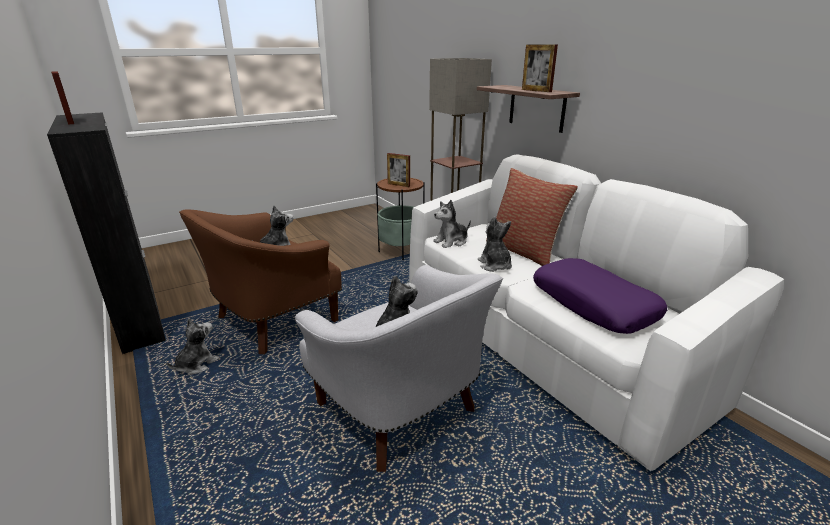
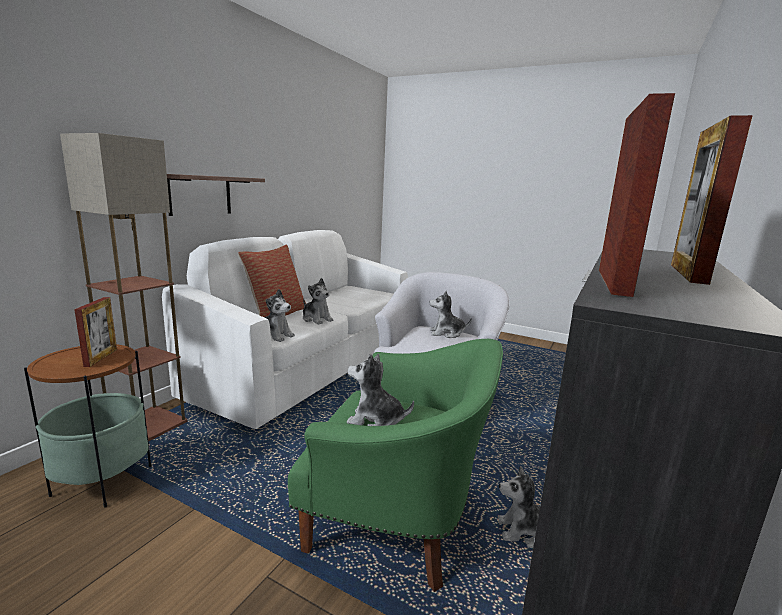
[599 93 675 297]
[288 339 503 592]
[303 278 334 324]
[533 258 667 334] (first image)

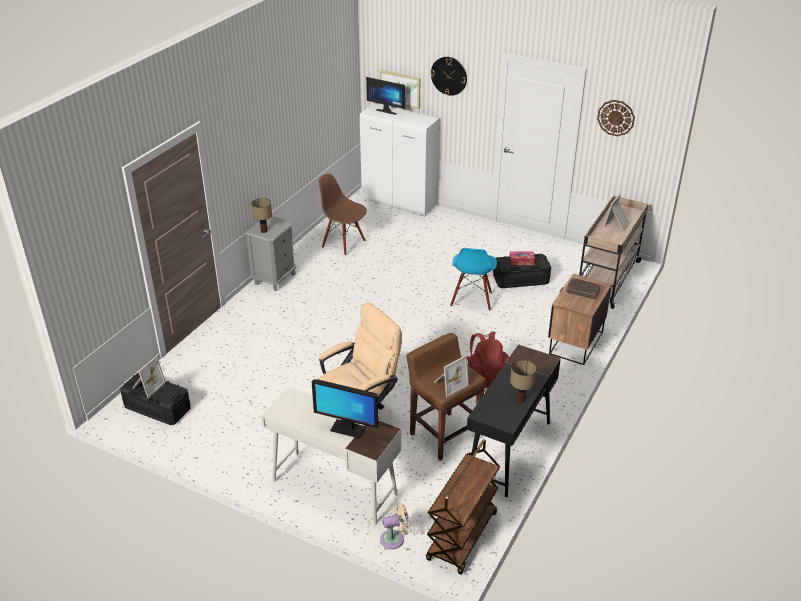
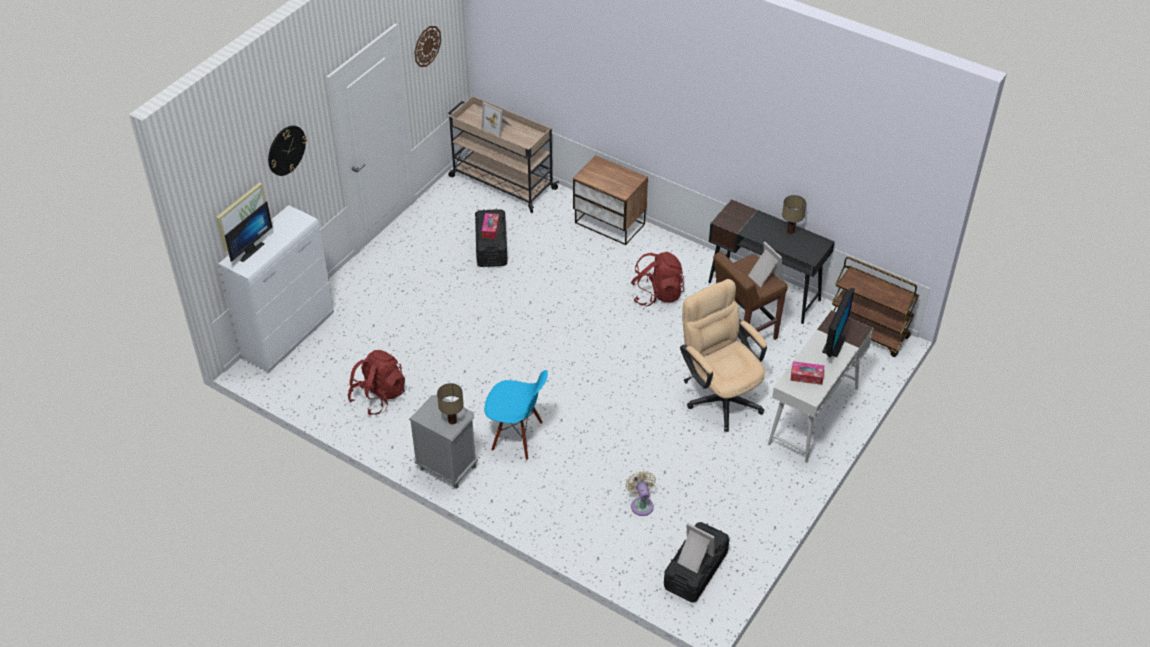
[348 350 405 415]
[484 370 548 460]
[566 278 601 299] (first image)
[626 471 656 516]
[791 361 824 385]

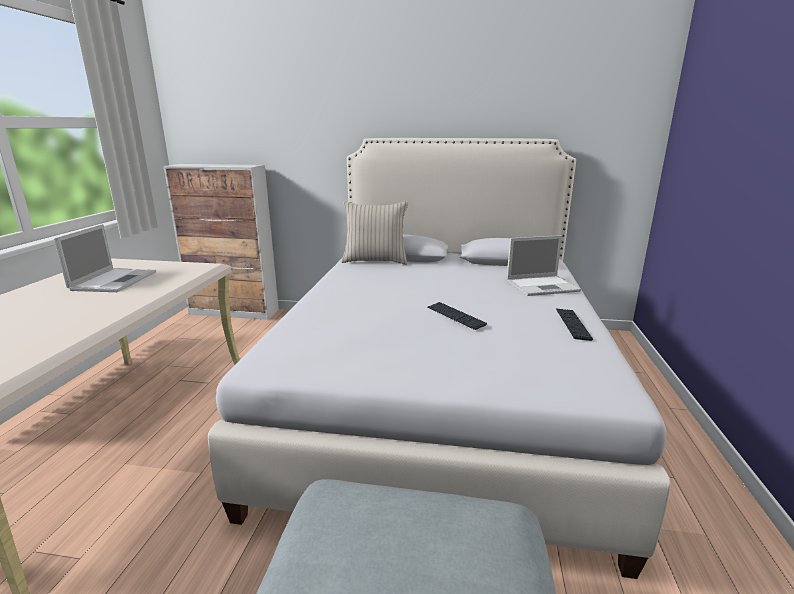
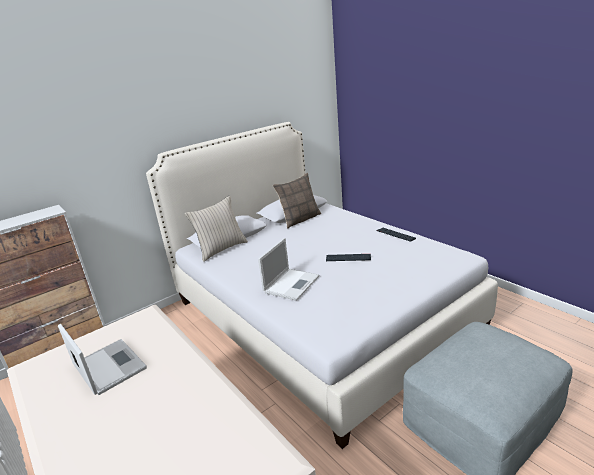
[258 238 319 301]
[273 173 321 228]

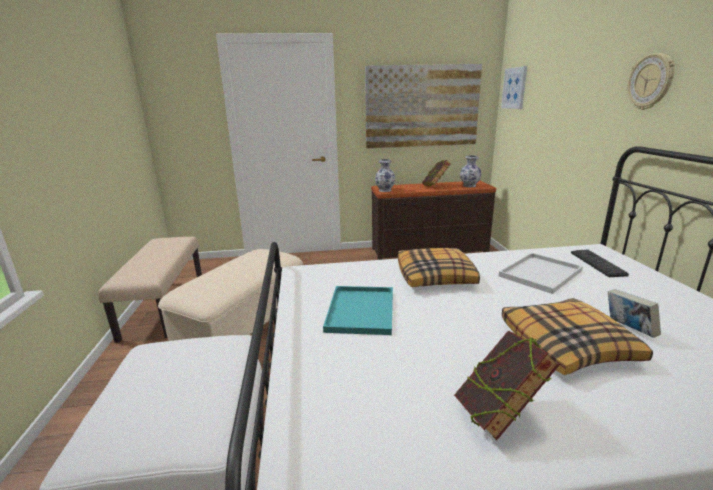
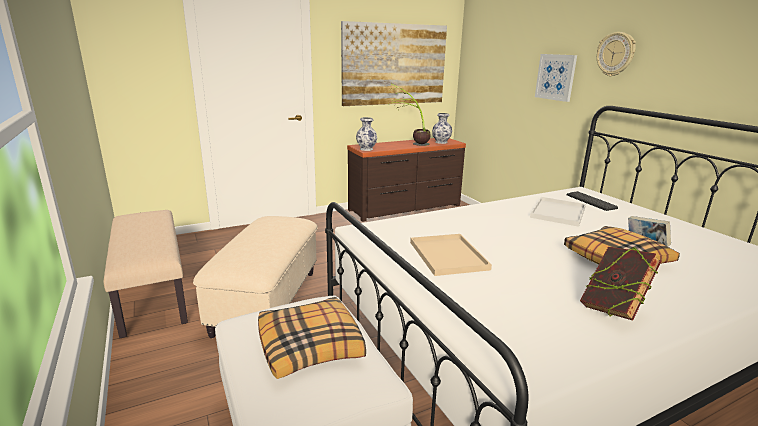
[535 54 577 102]
[392 84 431 146]
[258 297 366 379]
[410 234 492 276]

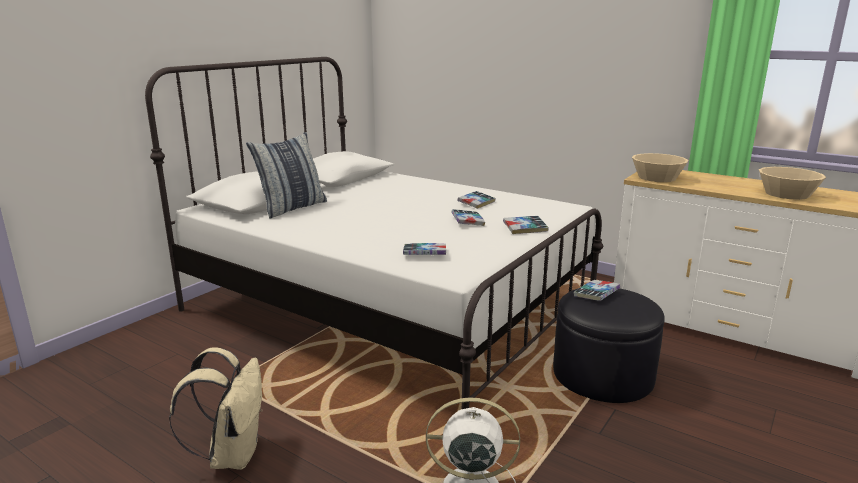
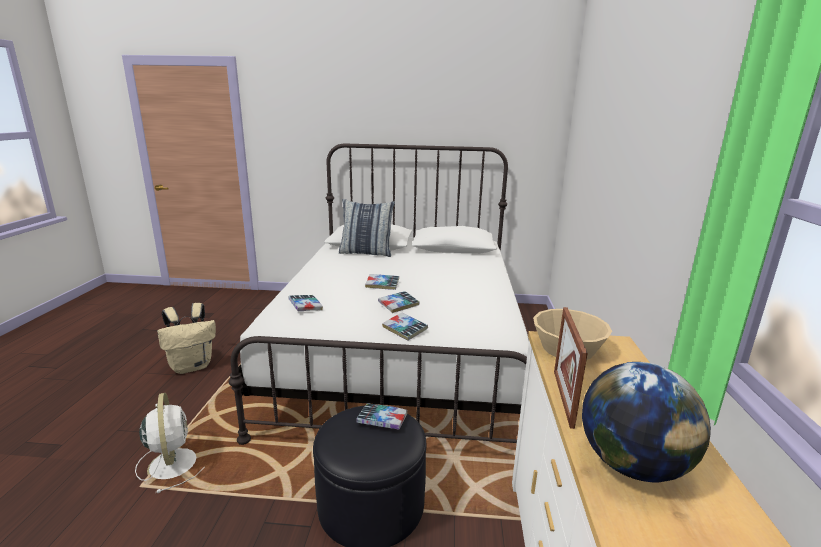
[582 362 711 482]
[365 274 399 290]
[554 307 588 429]

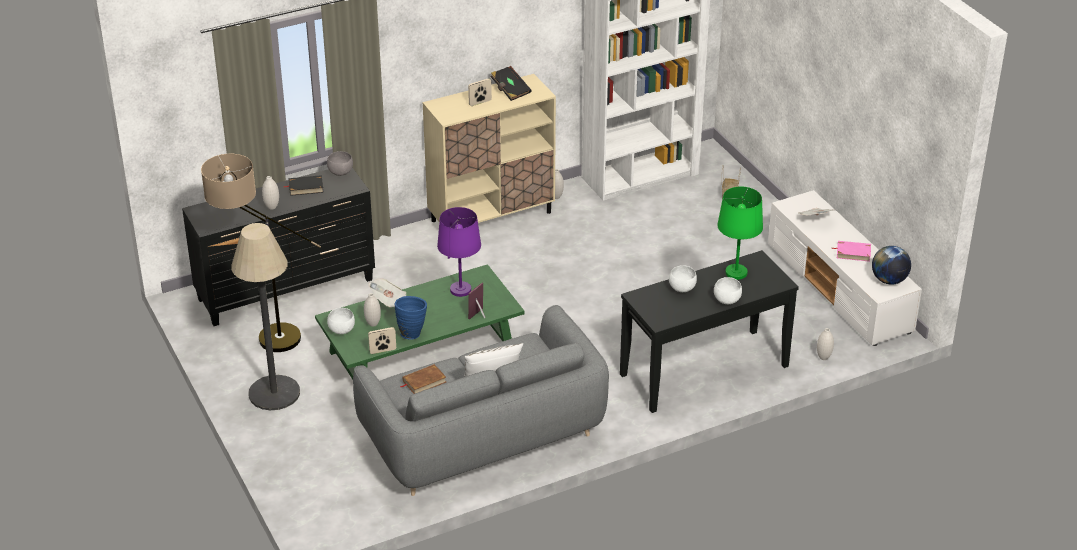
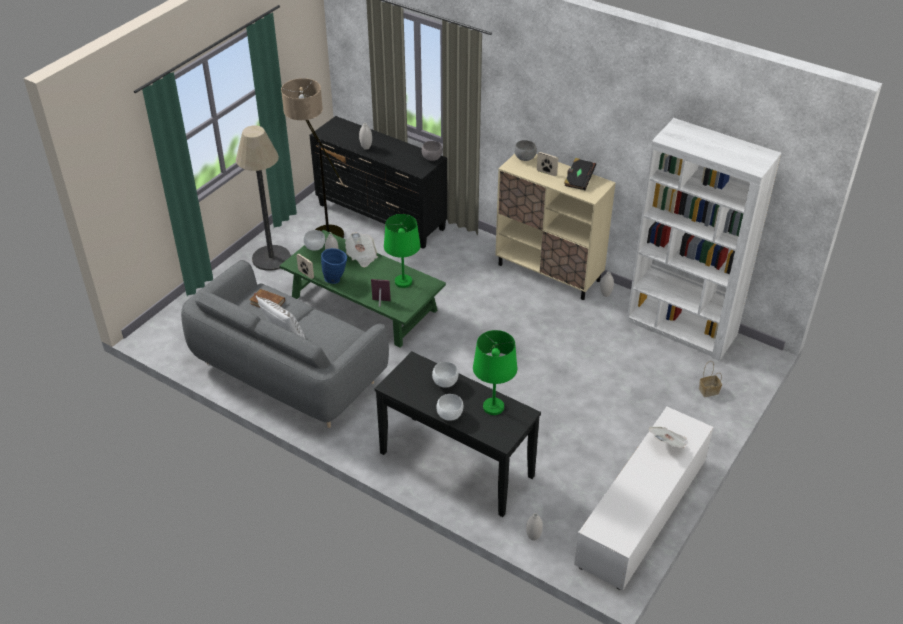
[283 175 324 196] (first image)
[384 214 421 288]
[831 241 871 262] (first image)
[872 246 911 285] (first image)
[515 140 537 161]

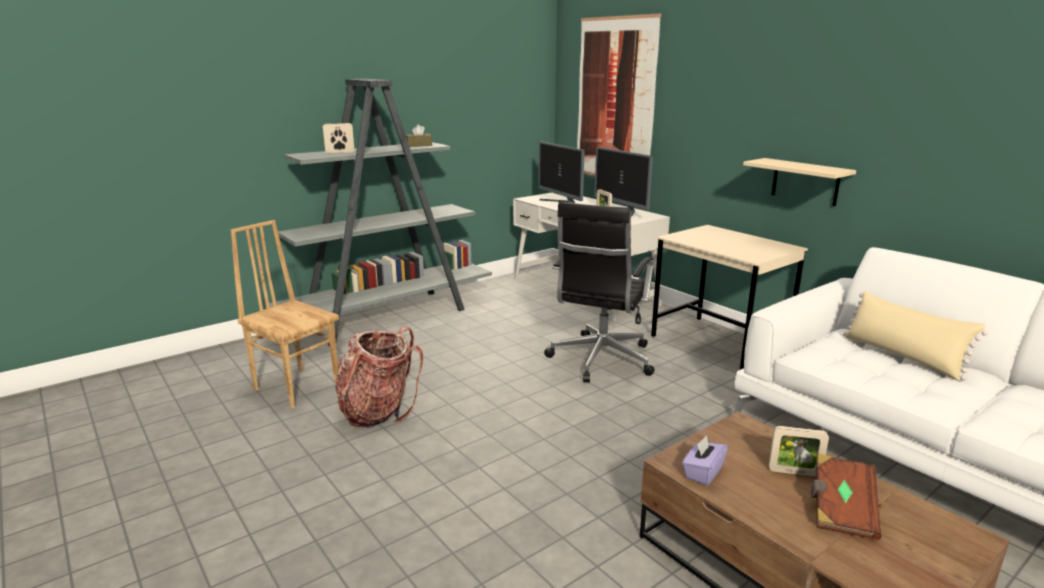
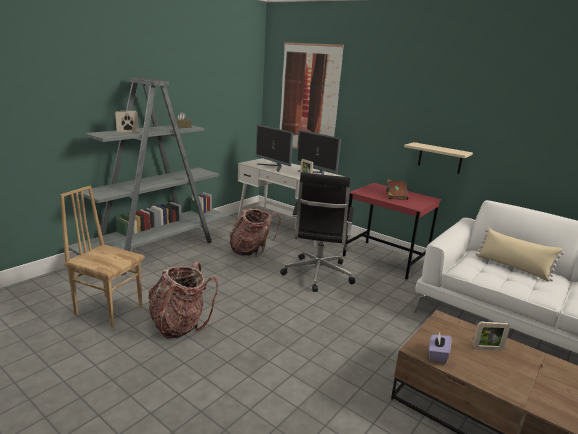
[343 183 441 280]
[386 180 409 200]
[230 208 281 258]

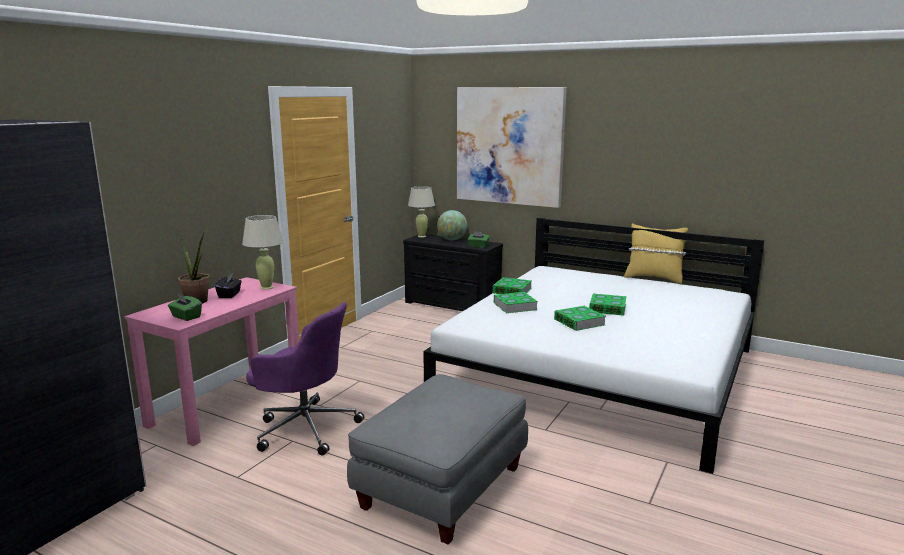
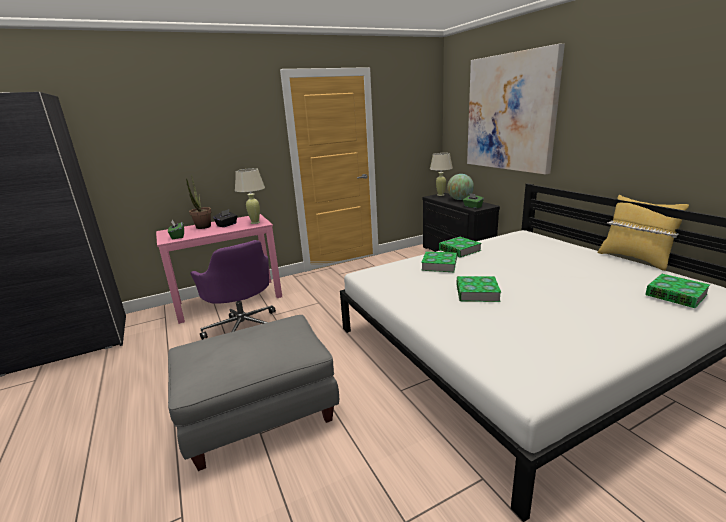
[645 274 710 308]

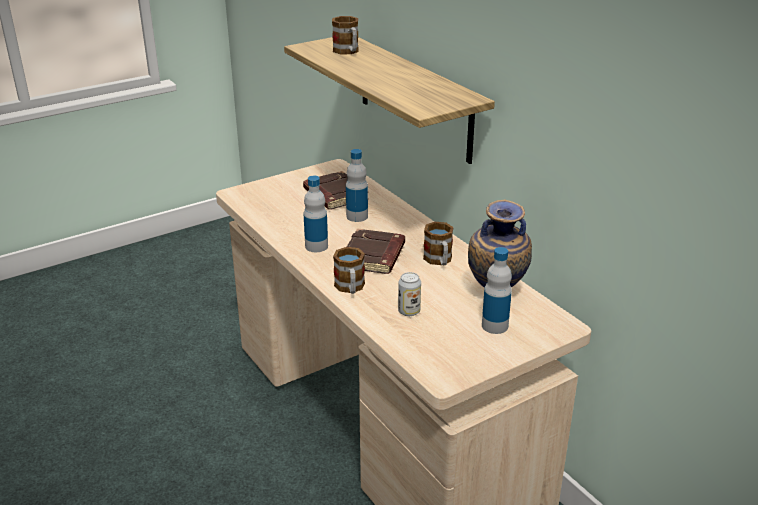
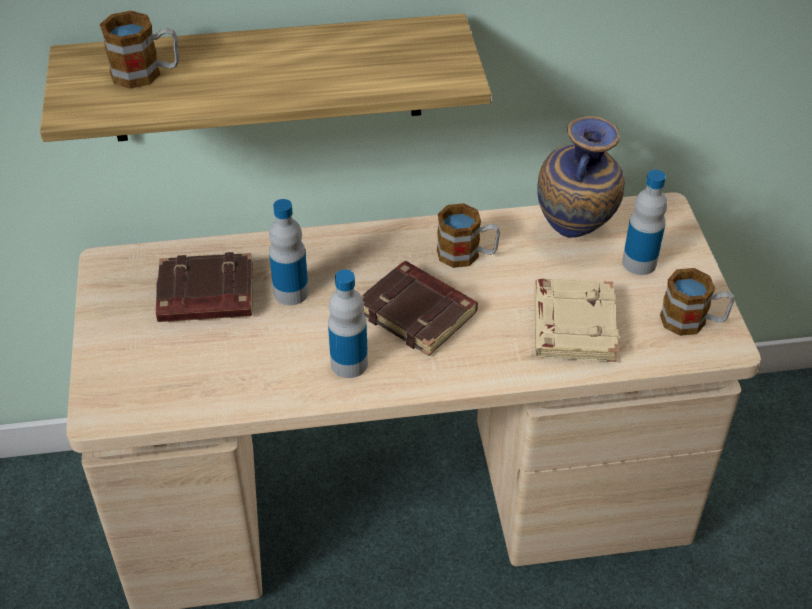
[660 268 734 336]
[535 279 619 362]

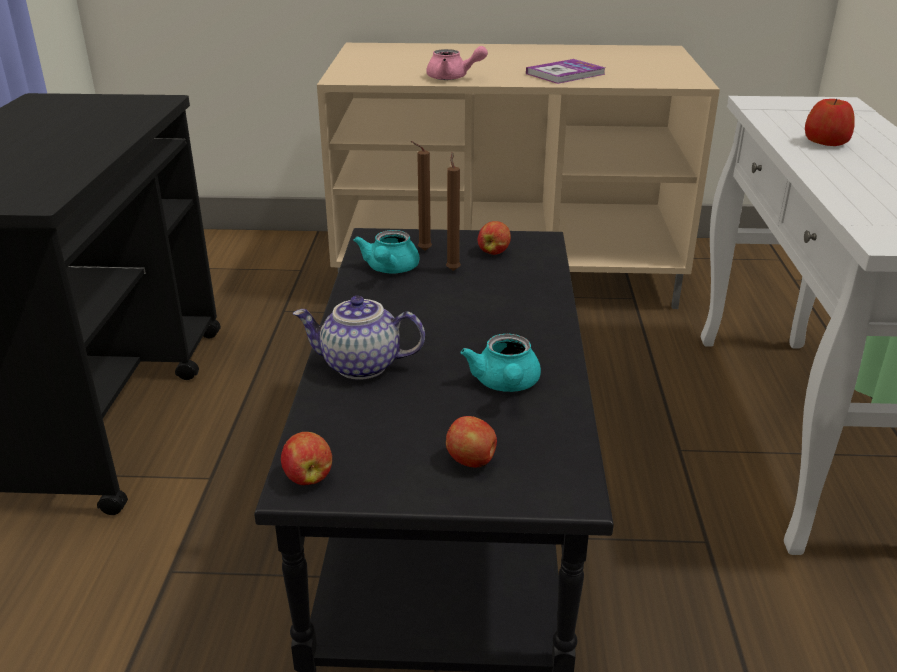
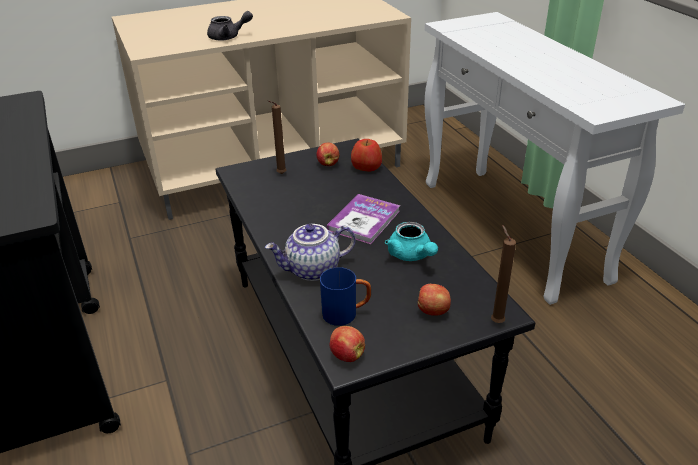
[207 11 253 41]
[327 194 400 244]
[351 139 382 171]
[491 225 516 323]
[354 230 420 273] (first image)
[320 267 371 326]

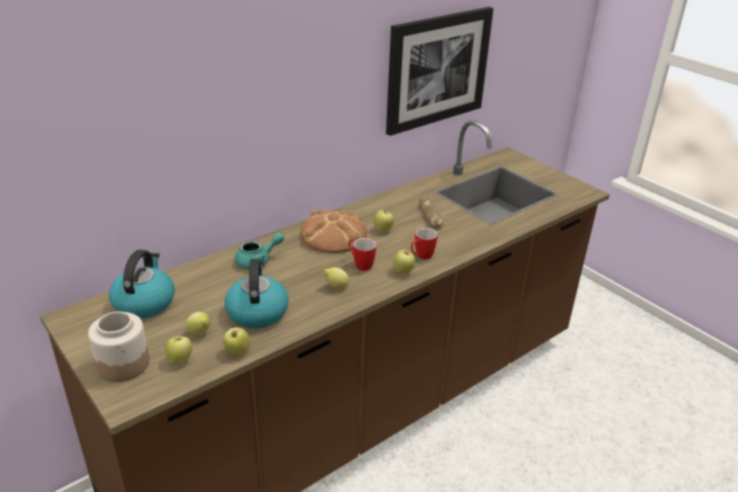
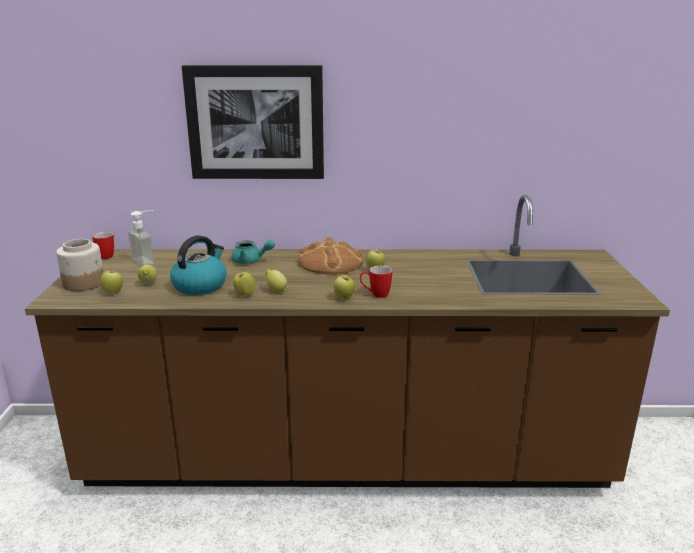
[182 65 324 179]
[419 197 443 228] (first image)
[92 232 114 259]
[128 210 154 266]
[233 269 255 296]

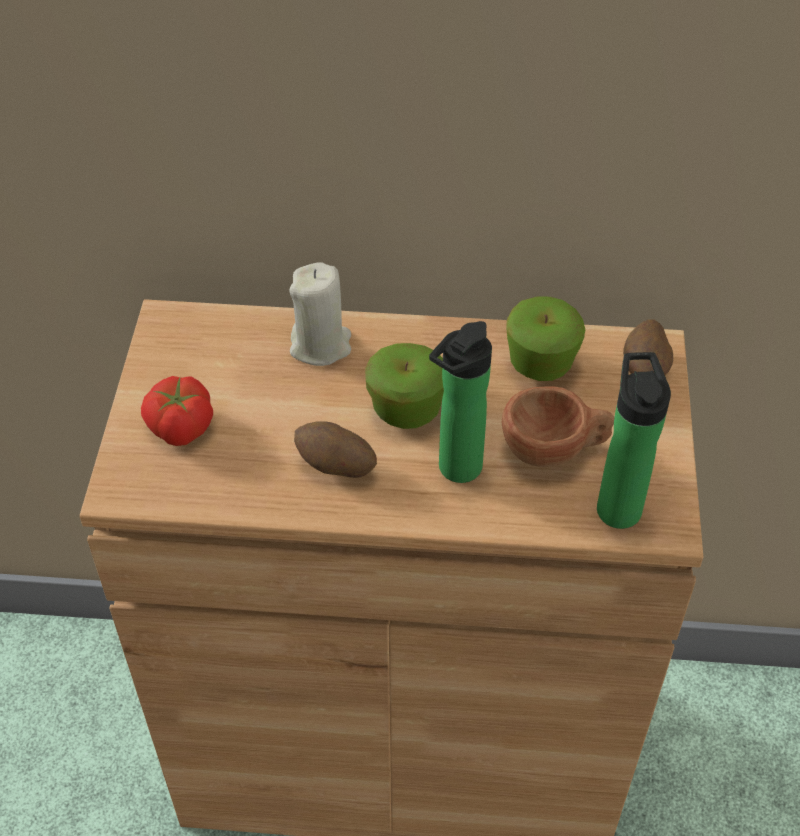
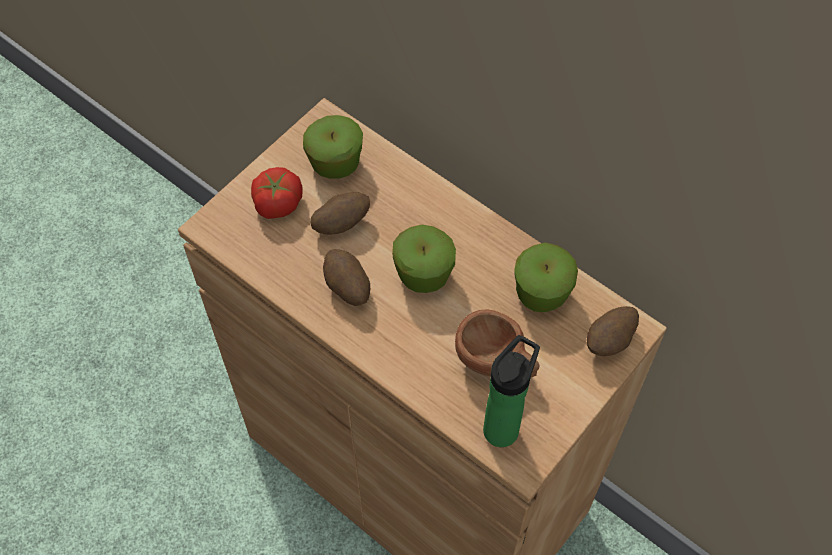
[289 263 351 366] (first image)
[429 321 492 483] (first image)
[303 115 363 179]
[310 192 370 234]

